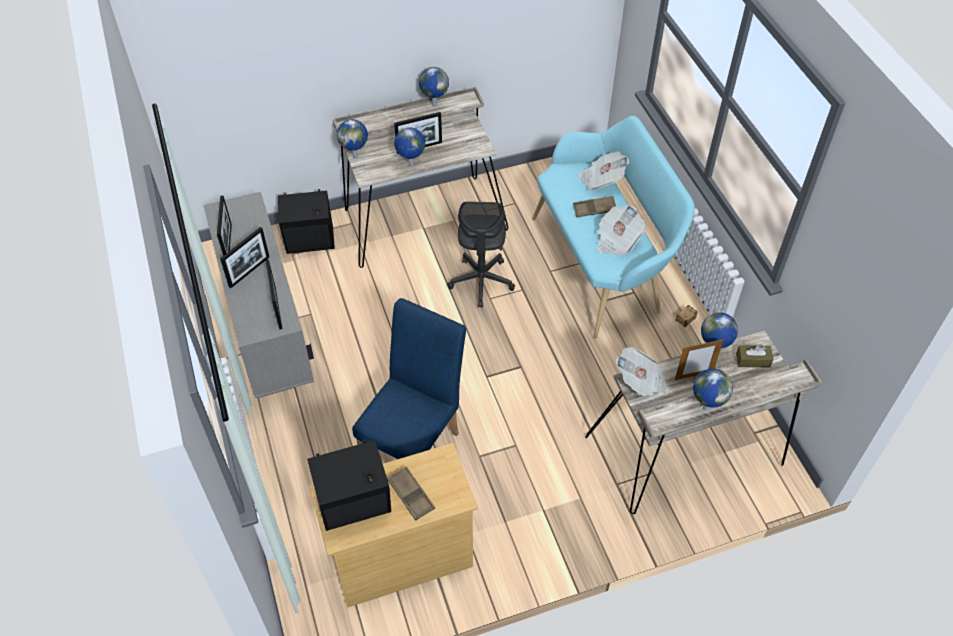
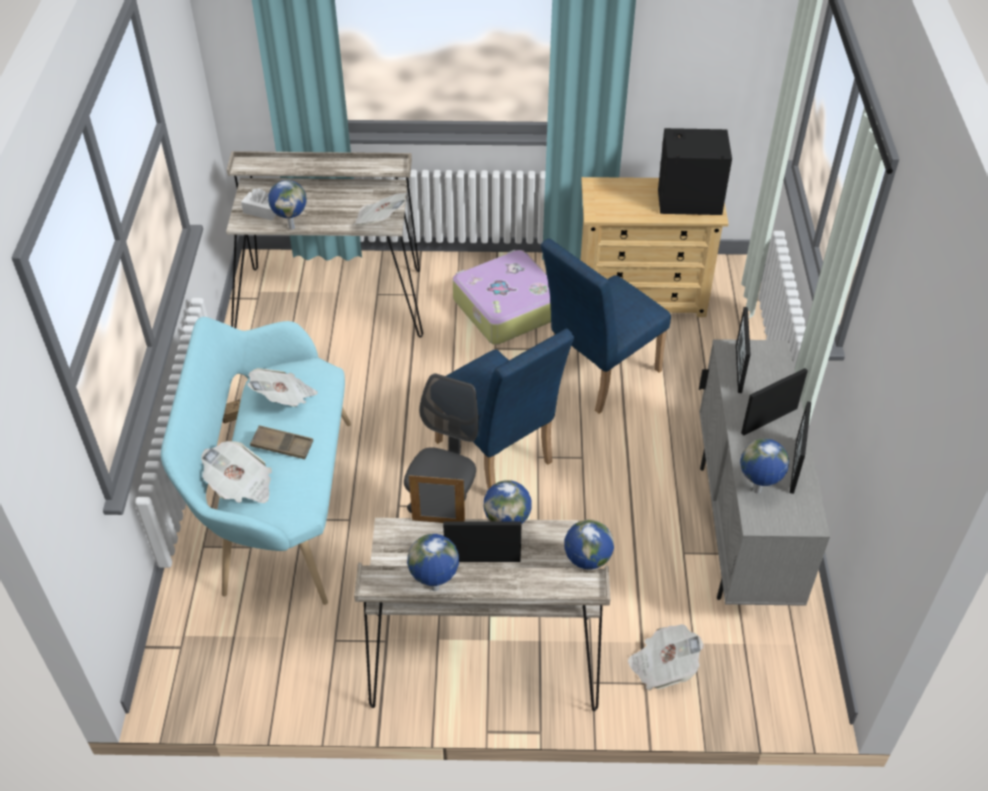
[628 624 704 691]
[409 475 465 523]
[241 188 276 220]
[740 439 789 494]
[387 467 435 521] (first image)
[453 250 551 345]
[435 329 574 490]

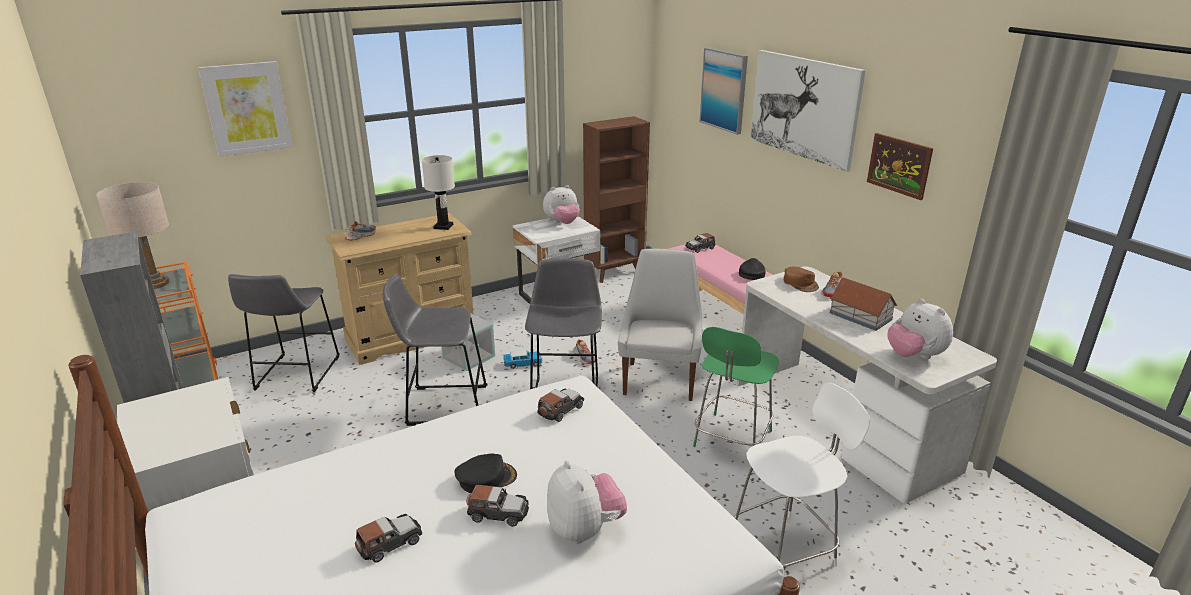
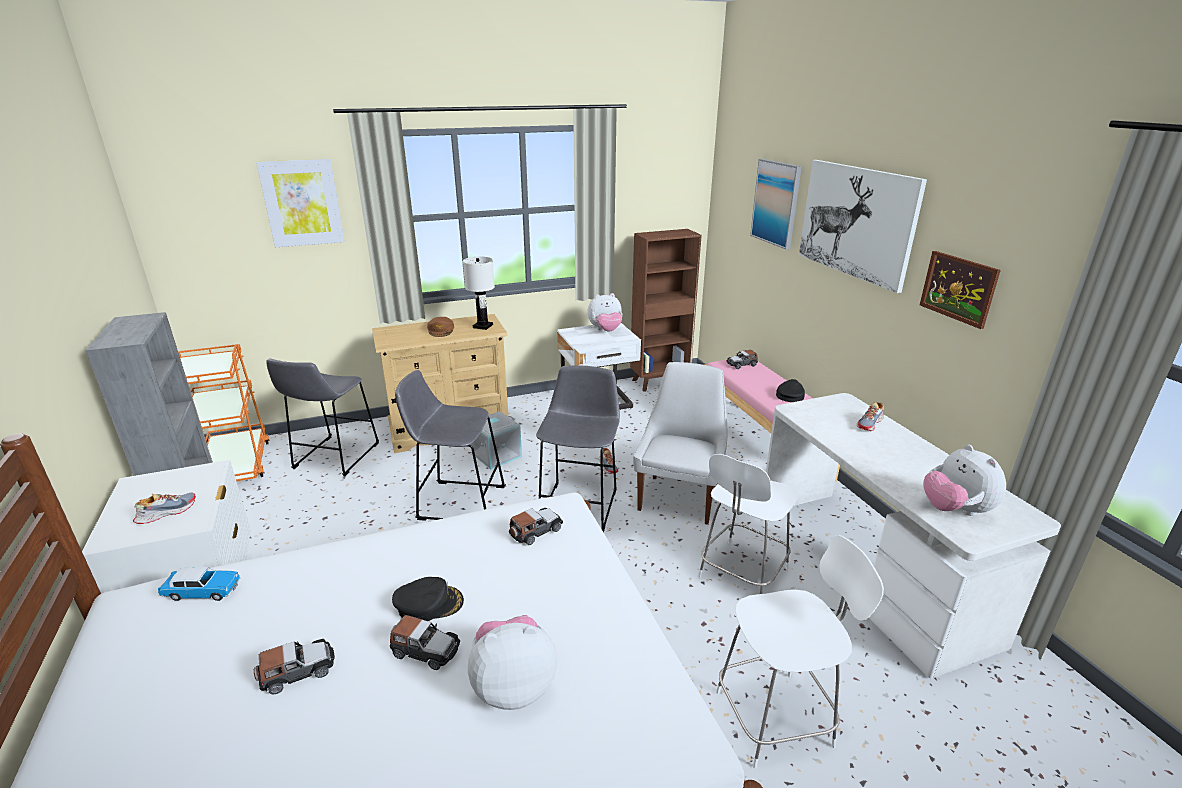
[96 182 169 289] (first image)
[133 493 196 524]
[427 317 454 337]
[830 278 898 331] (first image)
[698 454 798 594]
[158 567 241 601]
[468 615 557 710]

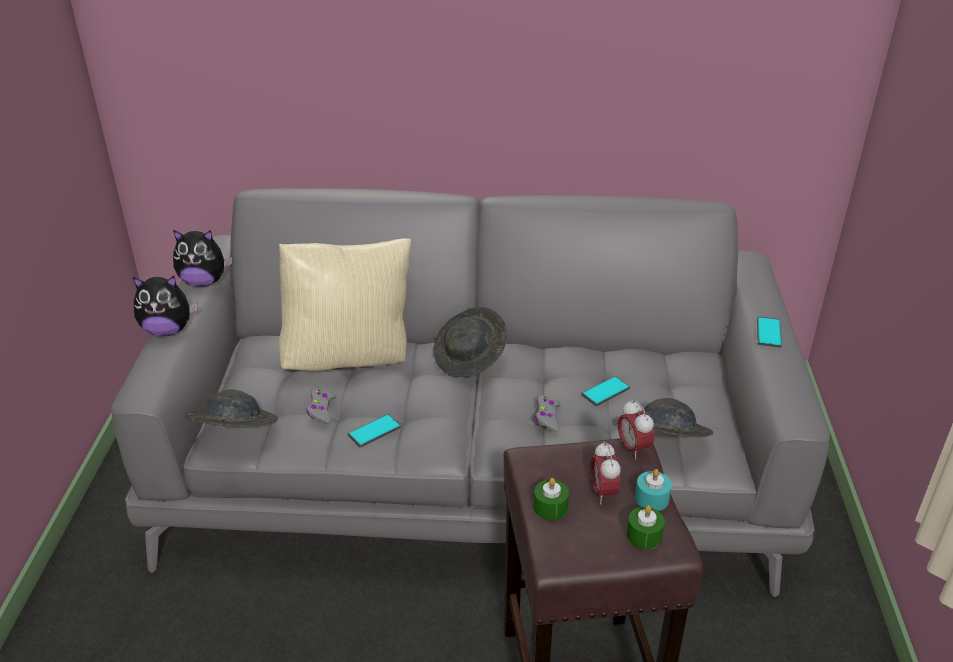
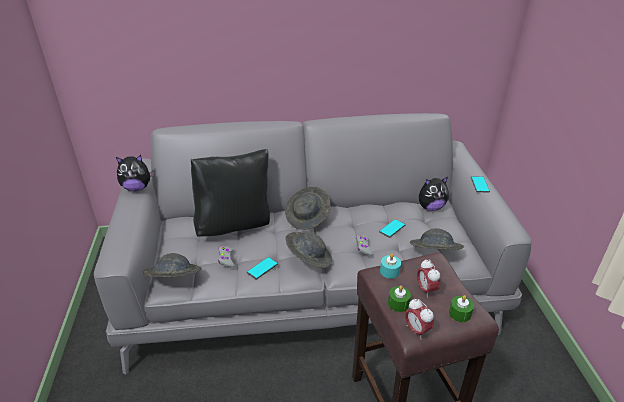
[191 149 270 237]
[419 177 449 211]
[405 298 434 340]
[380 254 401 279]
[285 232 333 268]

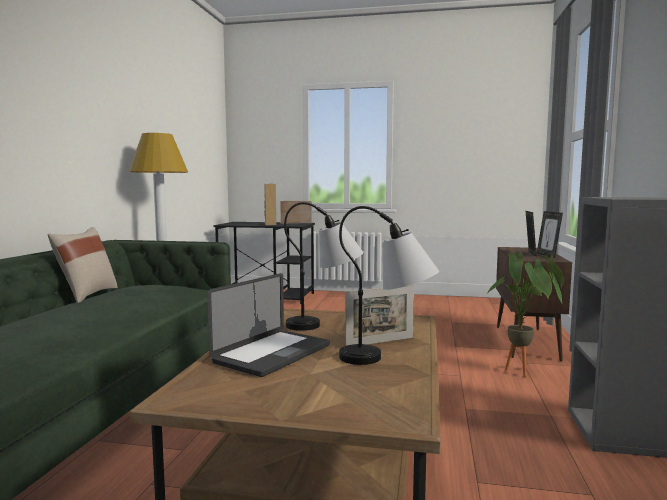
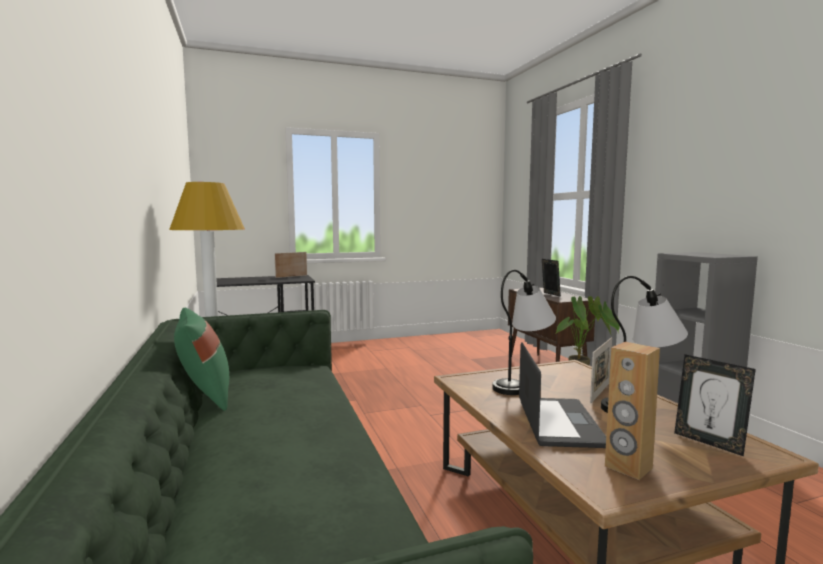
[605 342 660 480]
[674 354 756 456]
[174 307 229 411]

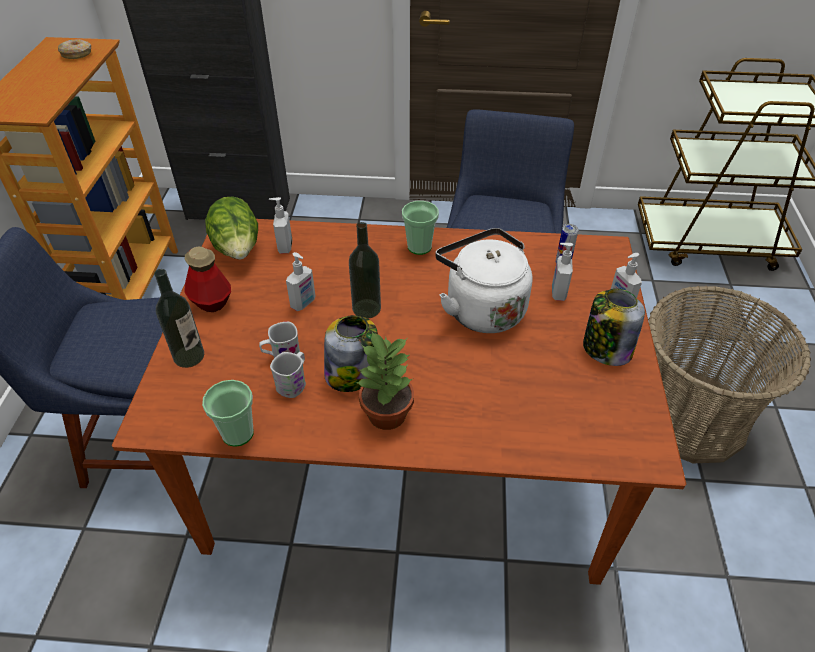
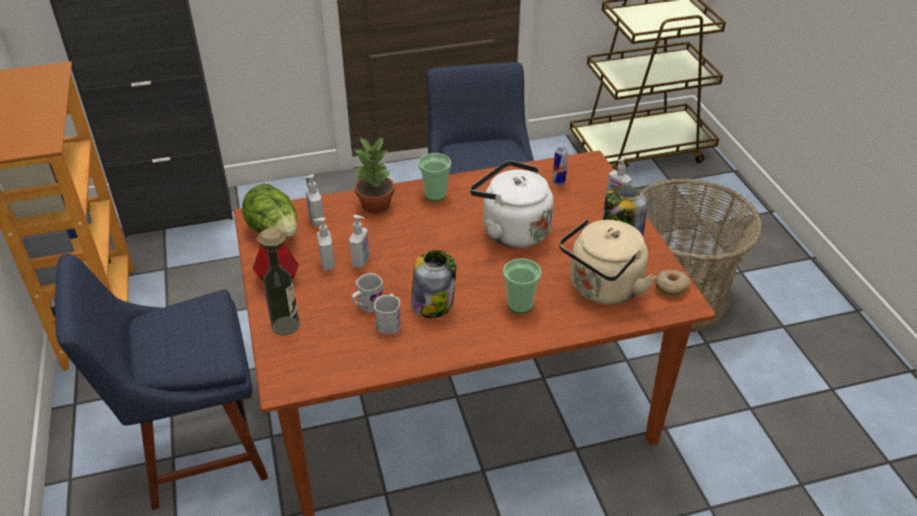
[655 270 690 297]
[349 222 381 319] (first image)
[314 217 335 271]
[355 137 394 214]
[503 258 542 313]
[559 219 656 305]

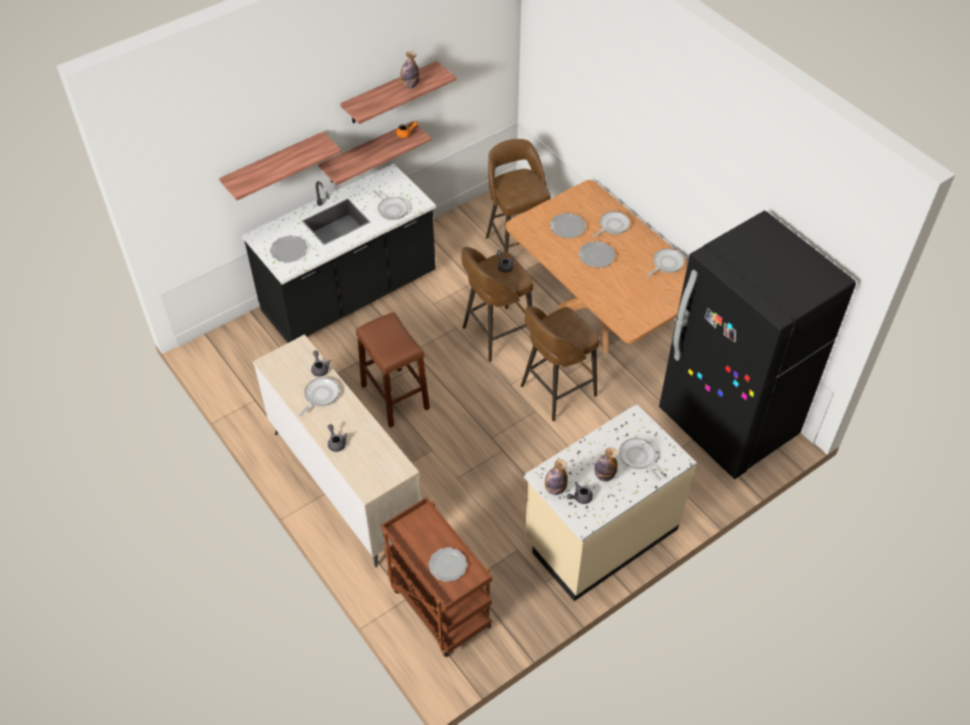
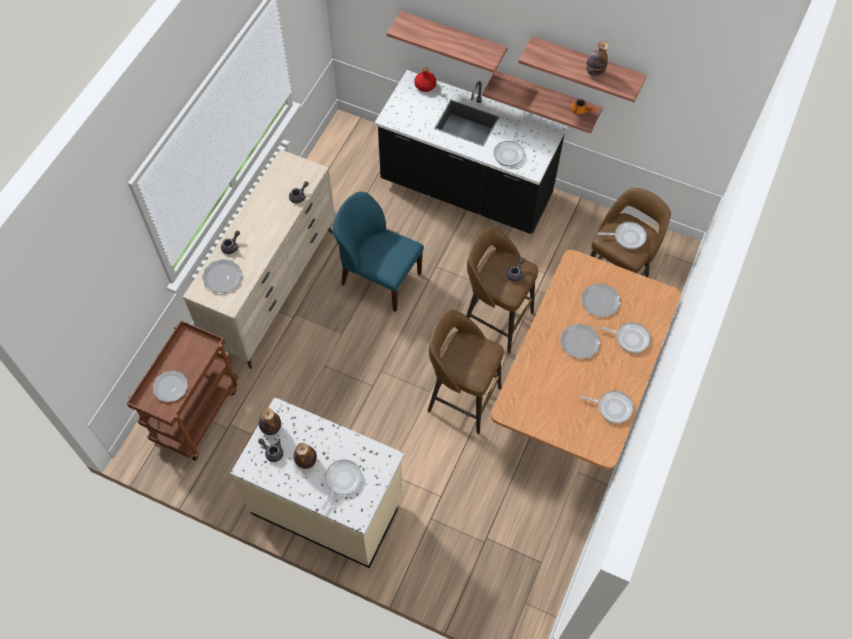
[659 211 856 479] (first image)
[202 259 242 293]
[333 192 424 312]
[598 222 647 249]
[414 67 436 92]

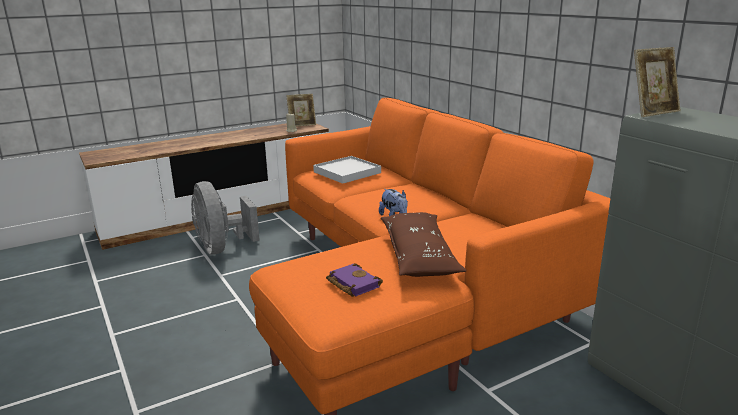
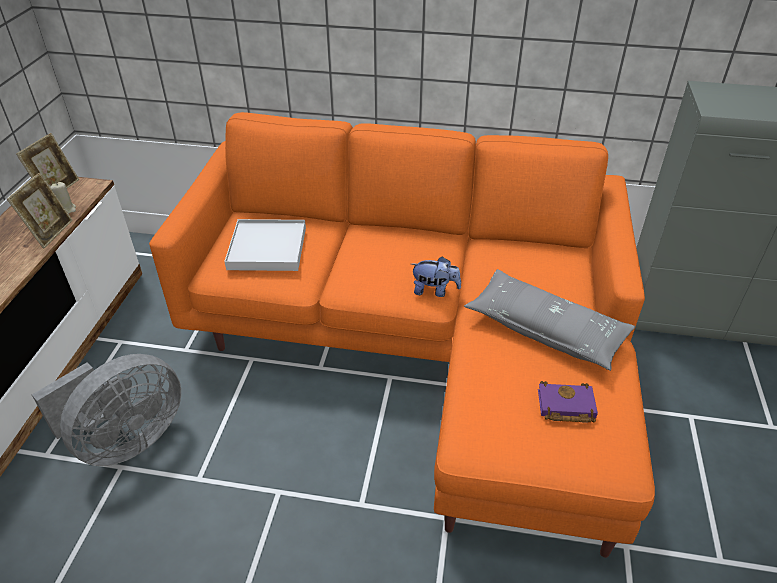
[7 173 73 248]
[32 354 181 466]
[464 269 635 371]

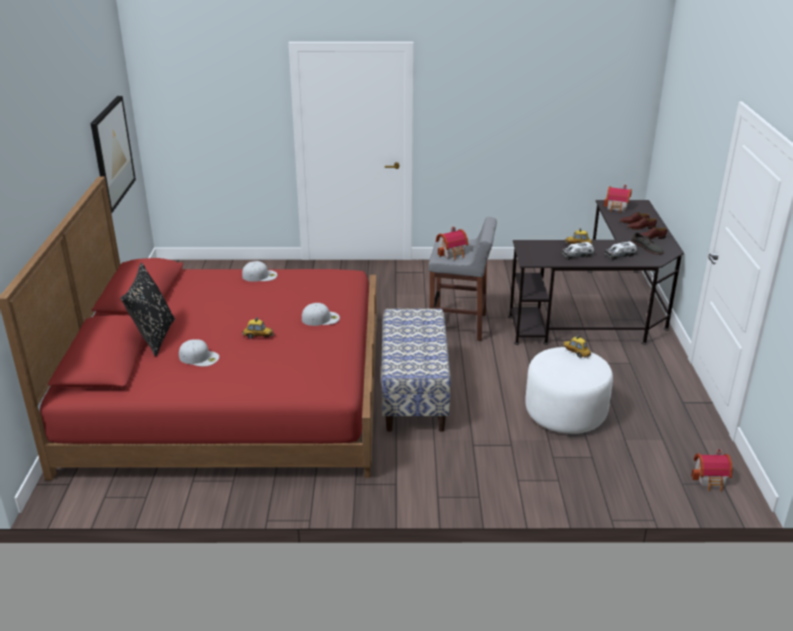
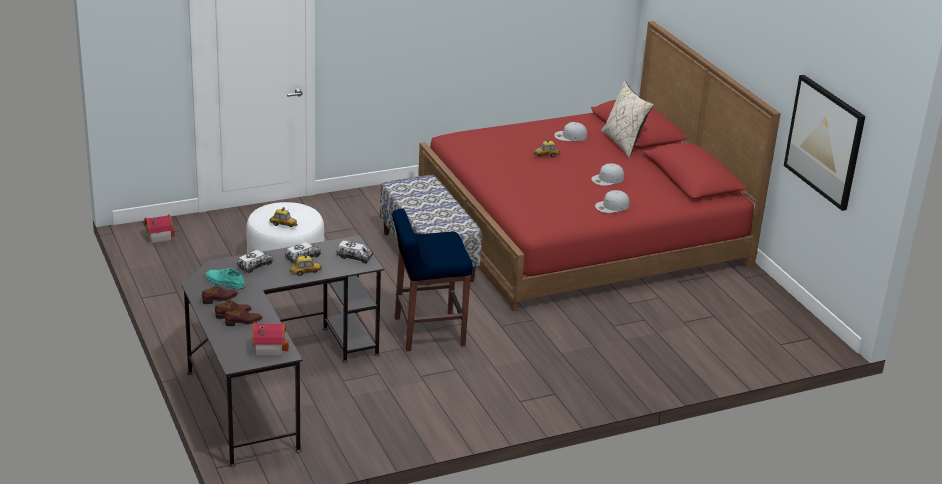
[392 208 473 351]
[436 227 468 260] (first image)
[206 268 245 290]
[601 81 654 158]
[591 163 624 186]
[336 240 373 264]

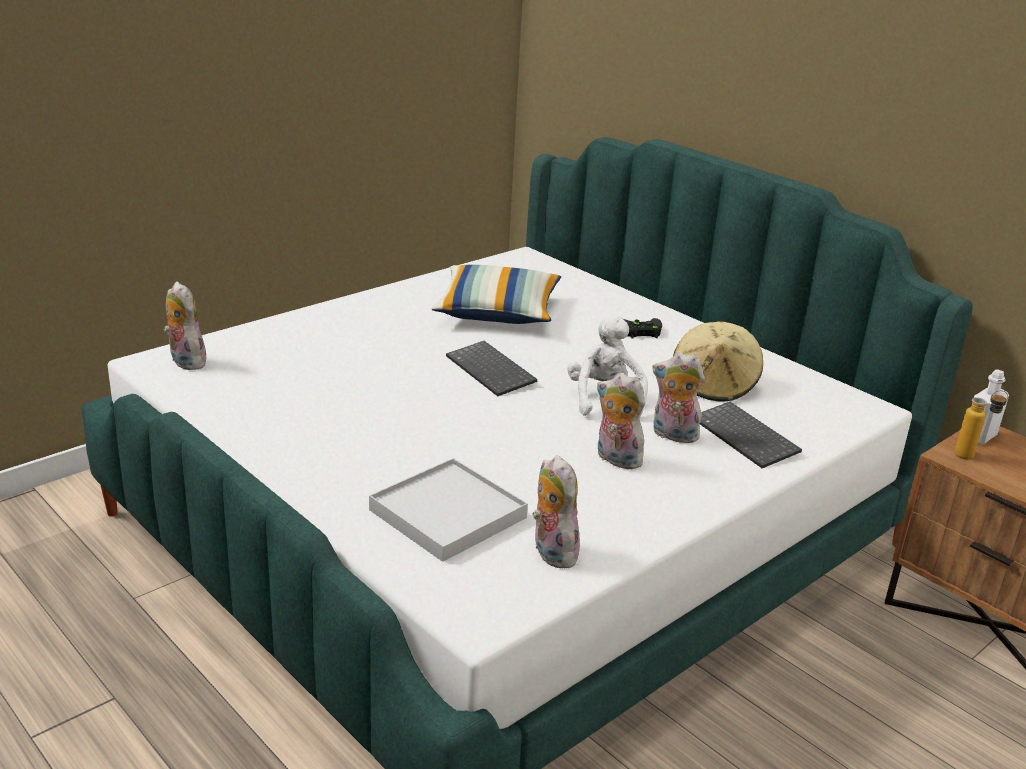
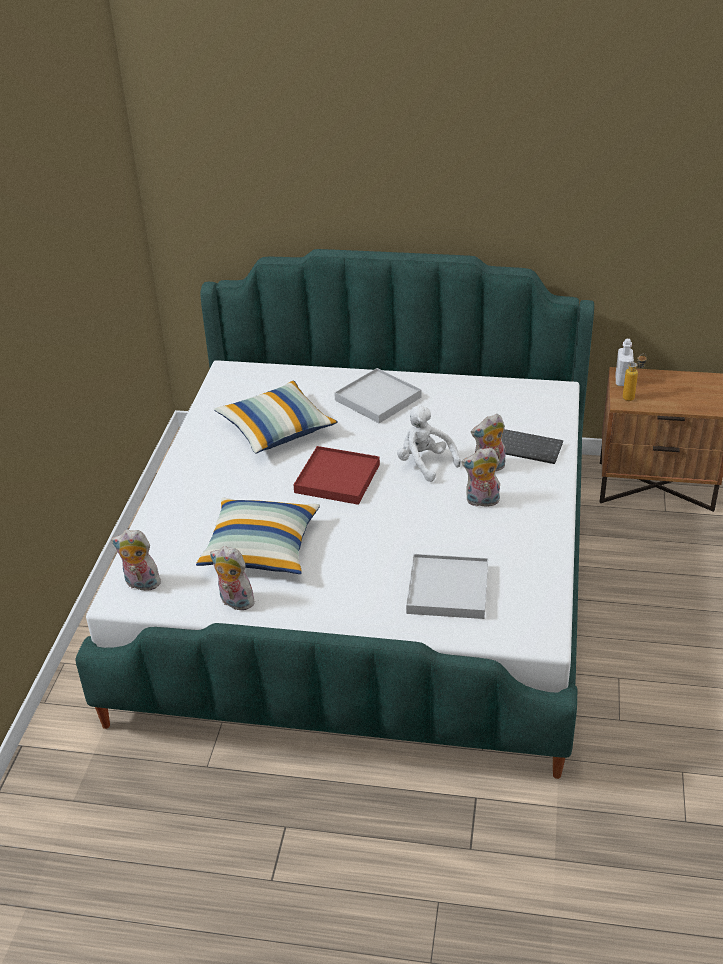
[334 368 421 423]
[673 321 763 402] (first image)
[293 446 380 505]
[210 546 255 612]
[196 498 320 574]

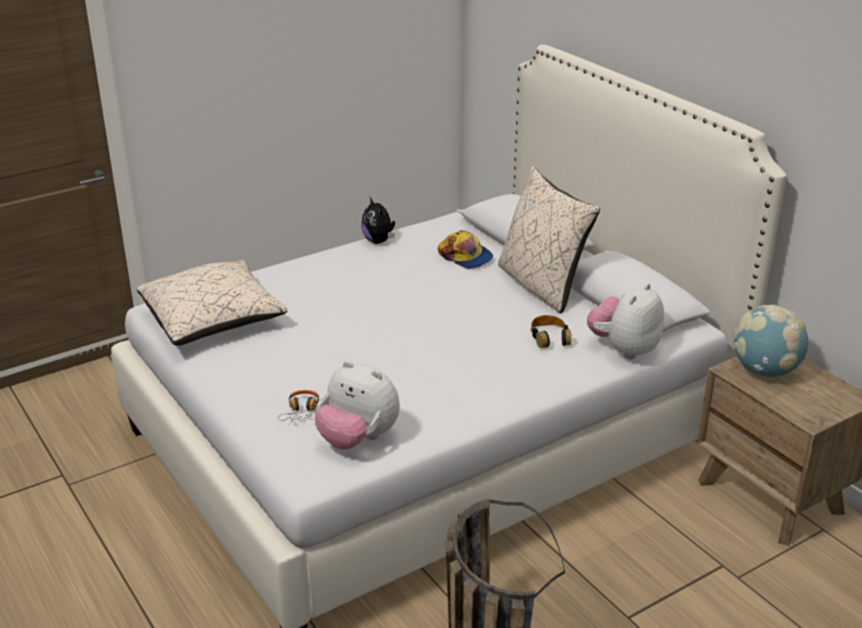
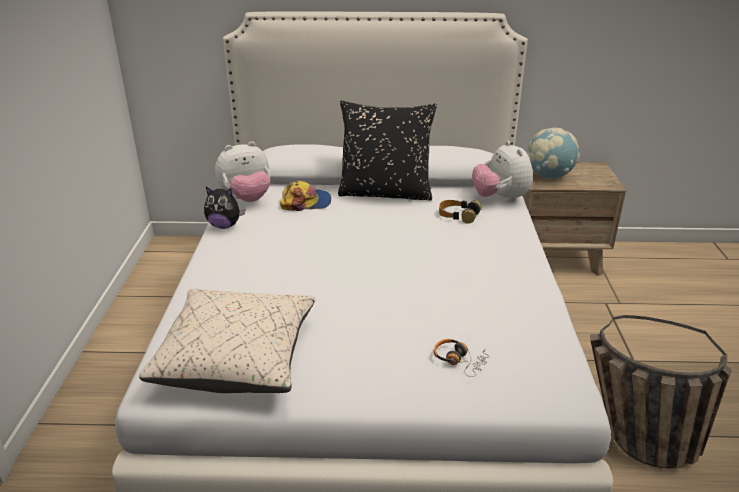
[338 101 437 201]
[215 141 270 202]

